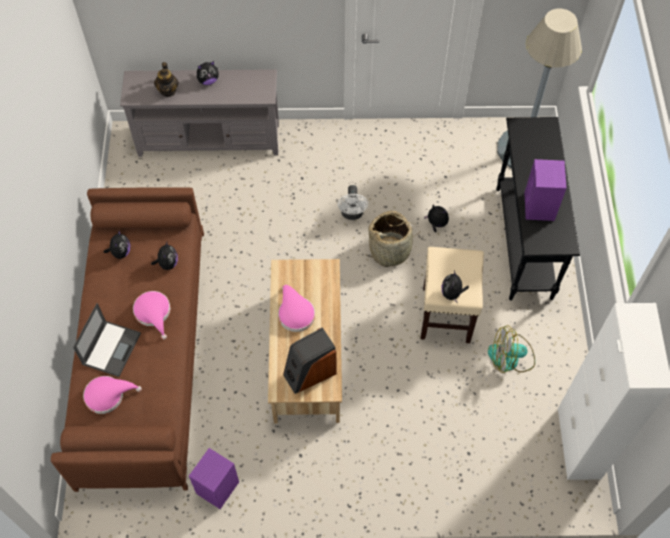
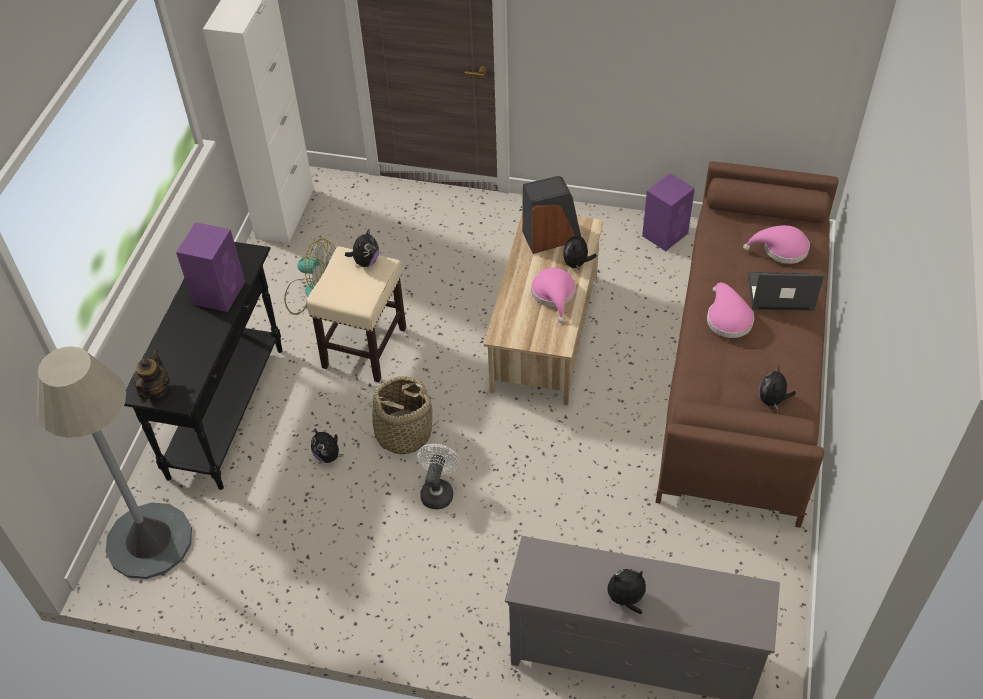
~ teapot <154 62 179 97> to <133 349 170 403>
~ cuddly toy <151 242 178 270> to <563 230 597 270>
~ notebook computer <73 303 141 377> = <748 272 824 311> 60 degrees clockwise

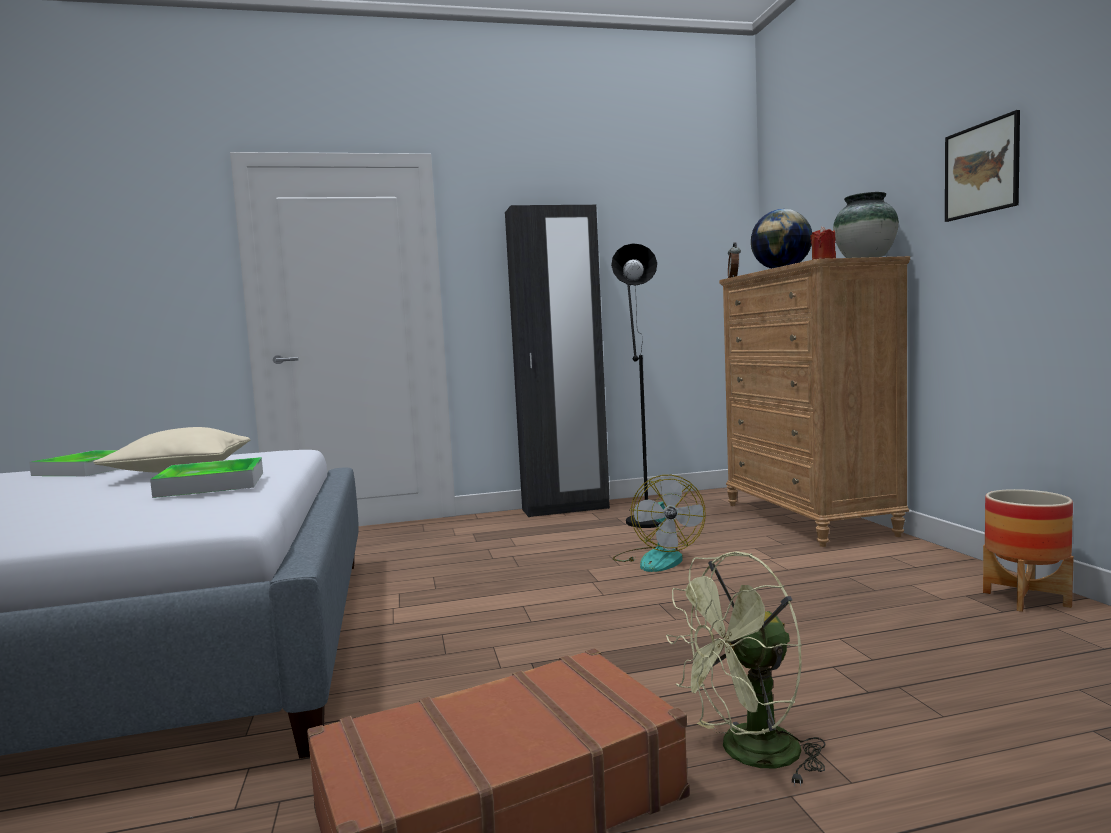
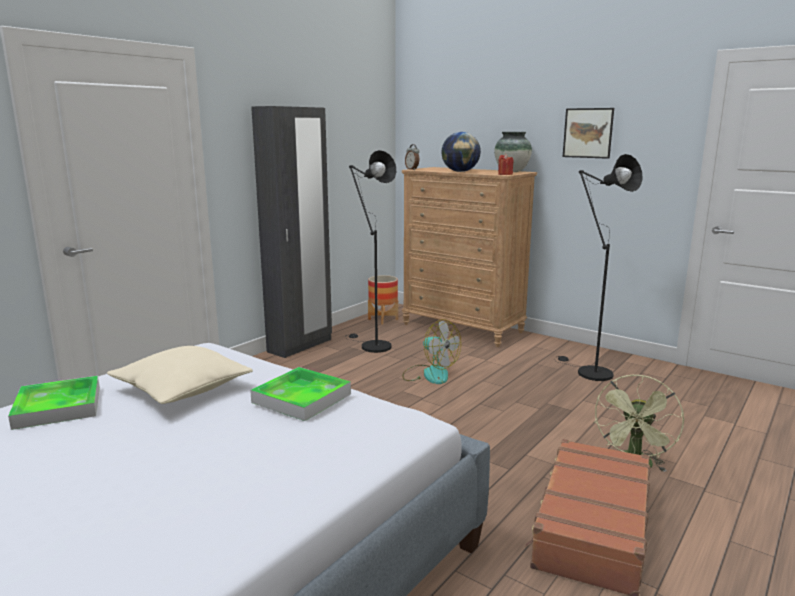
~ flower pot <983 489 1074 612> to <368 275 398 325>
+ blackish standing lamp <554 154 642 381>

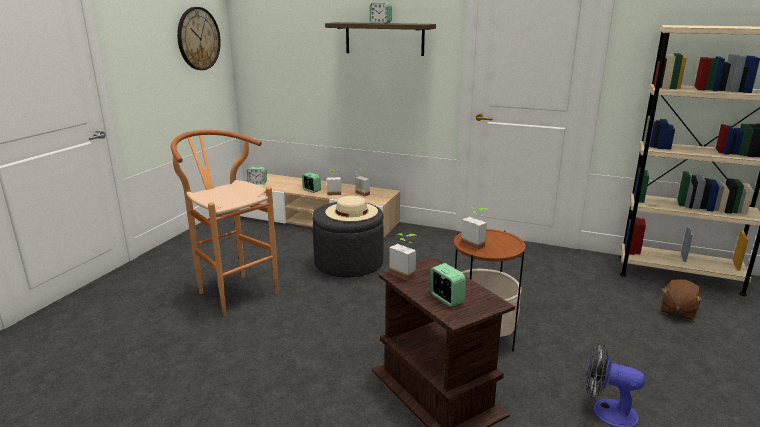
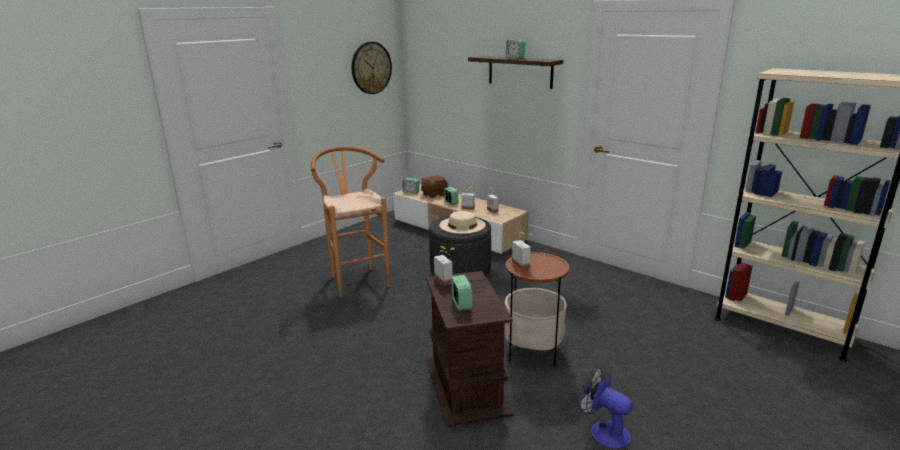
~ brown cuddly toy <662 279 703 320> to <421 175 448 198>

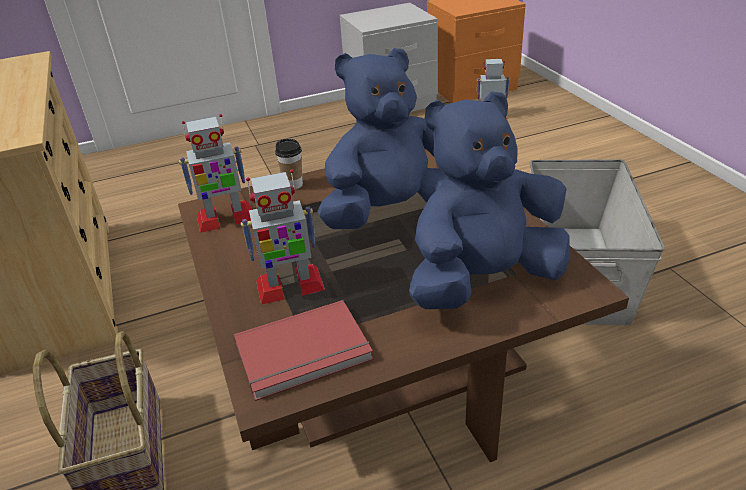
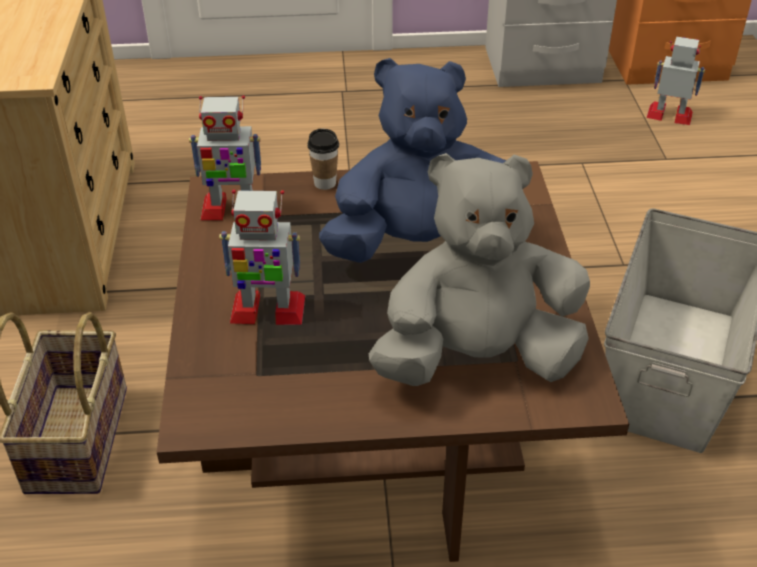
~ bluish cuddly toy <409 91 570 309> to grey cuddly toy <369 153 590 386>
- red-coloured volume <234 300 374 401>

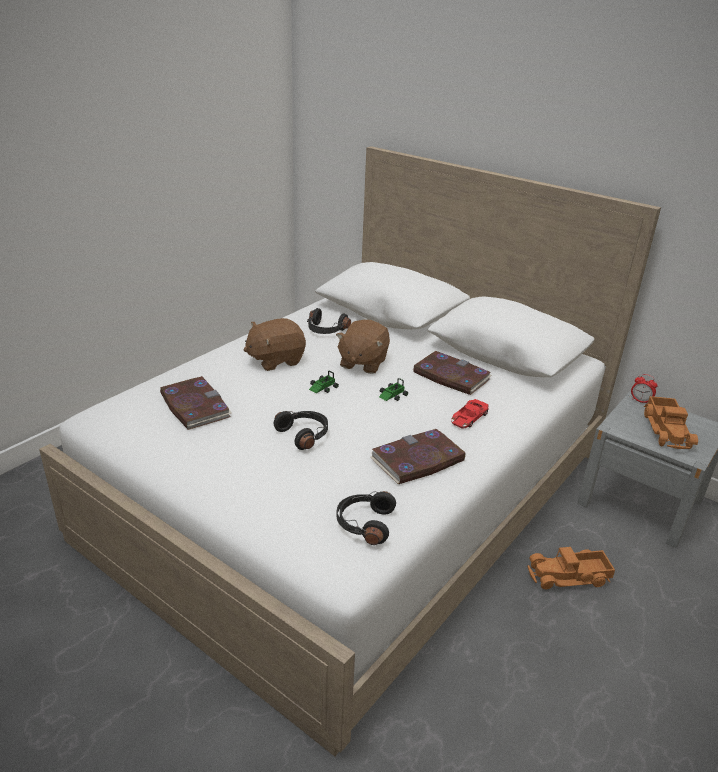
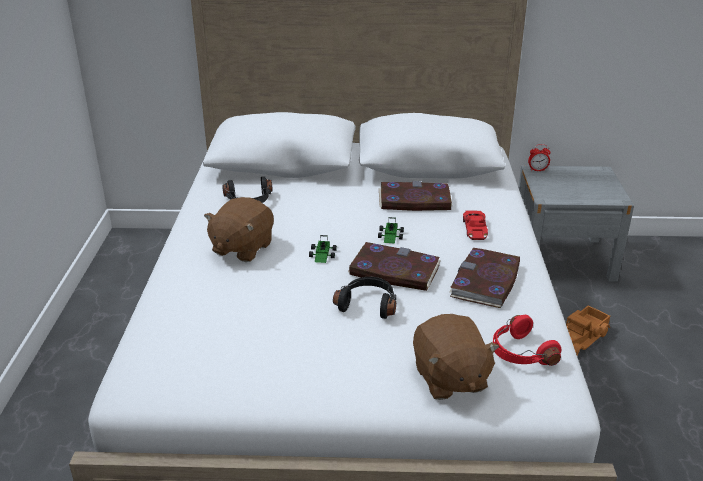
~ brown cuddly toy <336 320 390 374> to <413 314 500 400>
~ volume <160 376 232 430> to <348 242 441 291>
- toy truck <644 396 698 449>
~ blackish headphones <336 491 396 545> to red-coloured headphones <493 315 561 366>

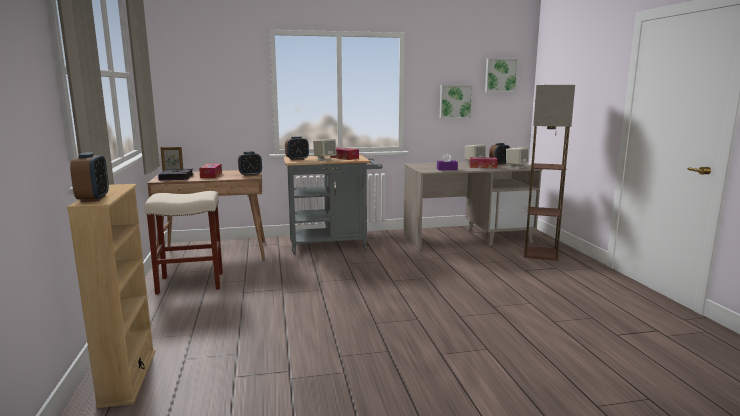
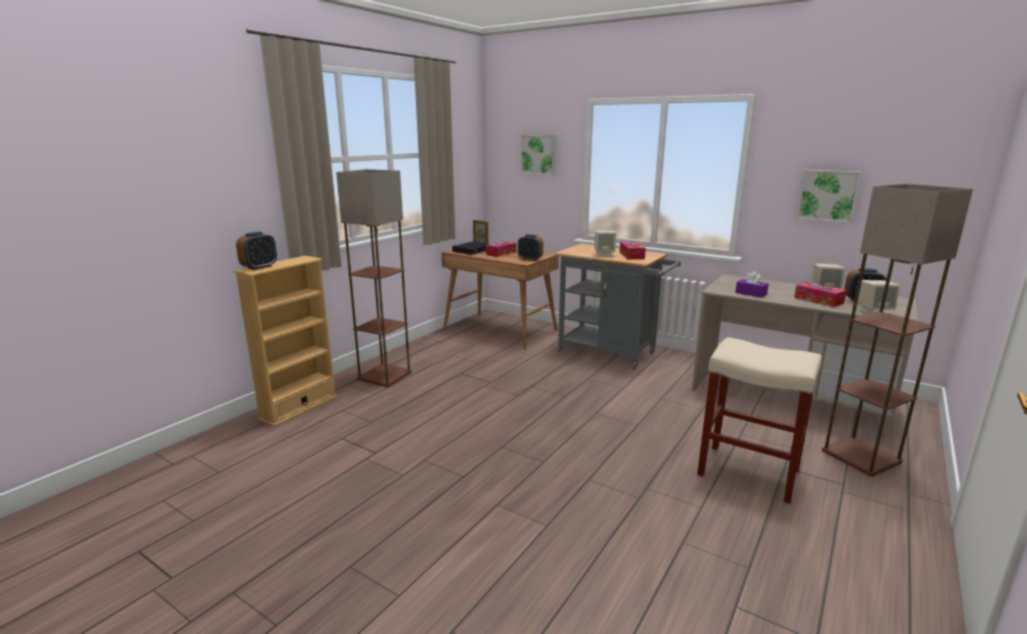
~ wall picture <485 58 519 92> to <521 135 556 175>
- table clock <285 136 309 161>
~ beige stool <145 191 223 295> to <697 337 822 503>
+ standing lamp <336 169 412 387>

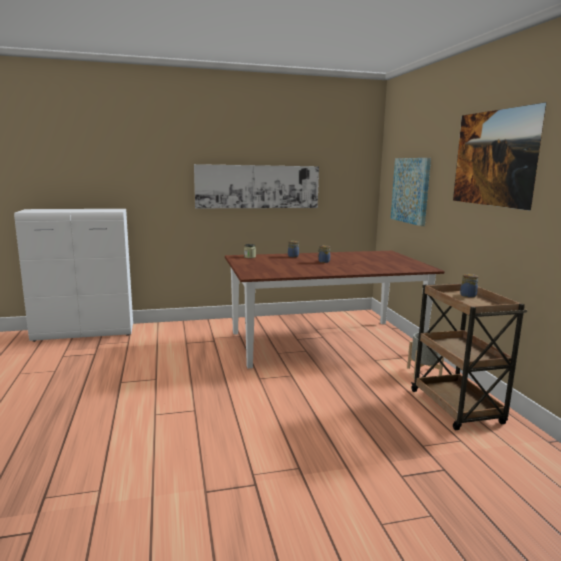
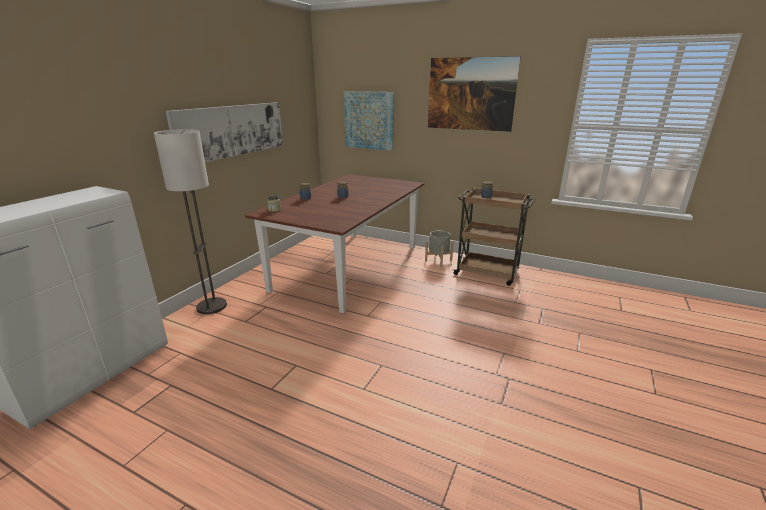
+ standing lamp <154 129 227 314>

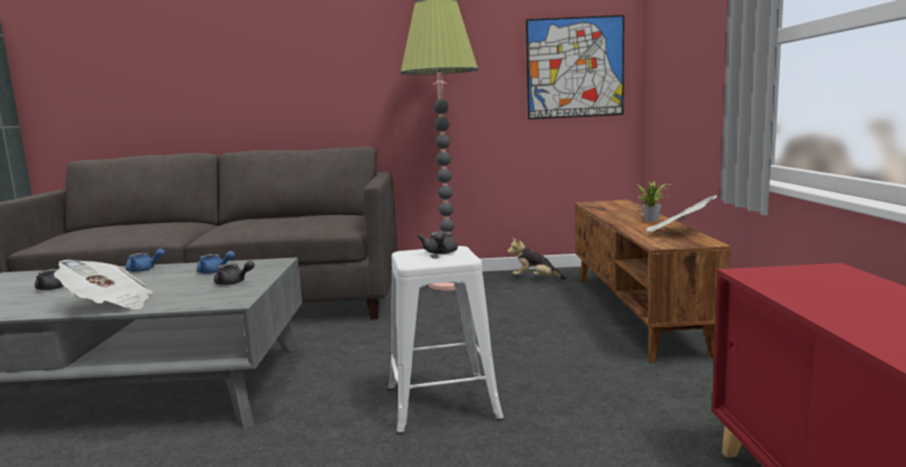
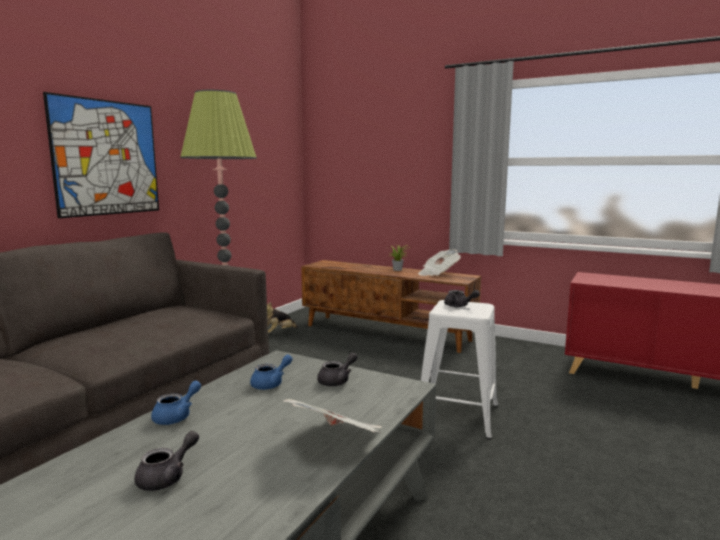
~ wall picture <526 15 624 119> to <43 92 159 218>

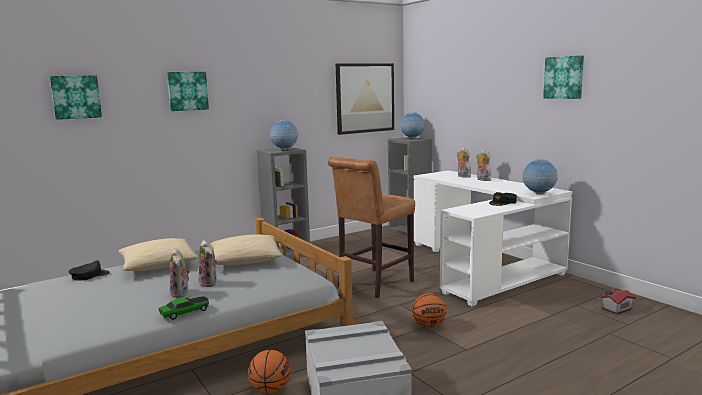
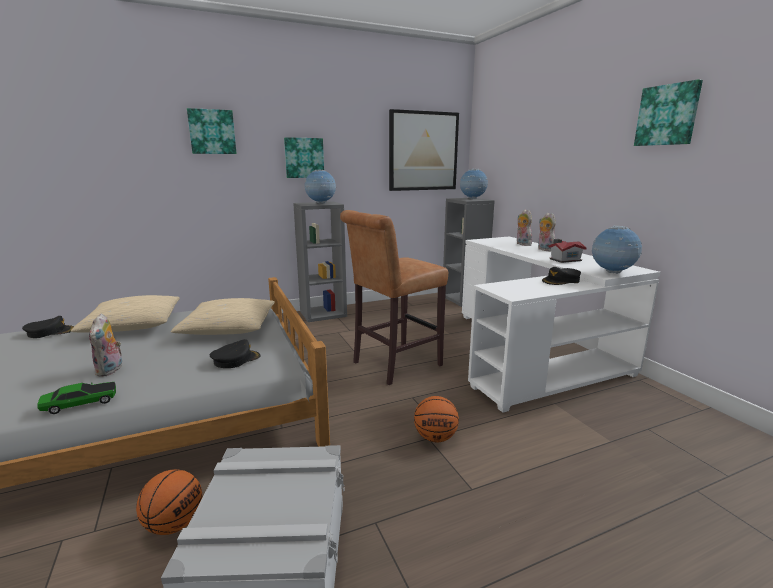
~ wall picture <50 75 102 120> to <284 137 324 178>
- cuddly toy <198 240 218 287>
~ model house <600 289 636 314> to <548 239 586 263>
+ blackish baseball cap <210 339 261 368>

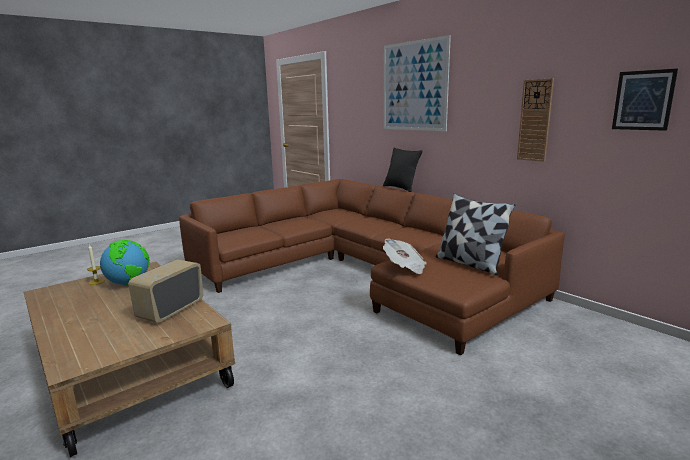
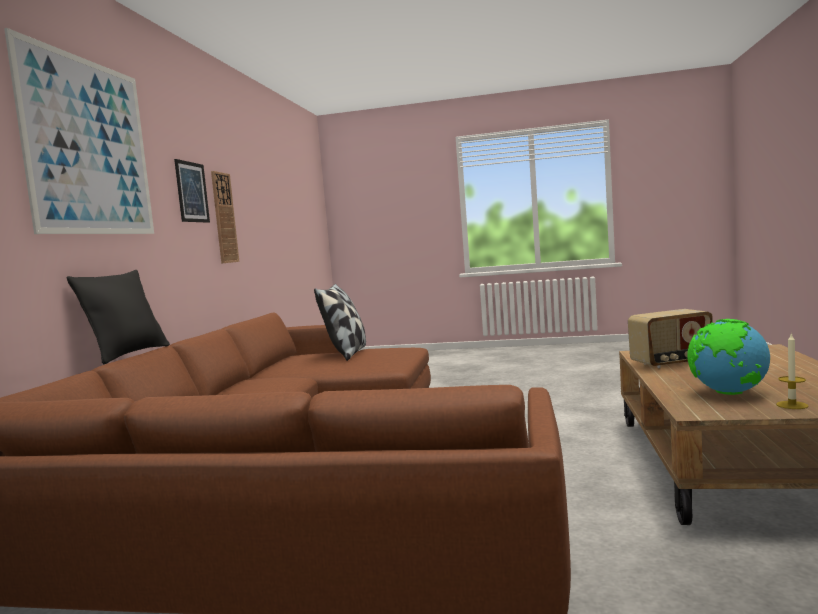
~ wall picture <612 68 678 131> to <174 159 210 223>
- printed paper <383 239 427 274>

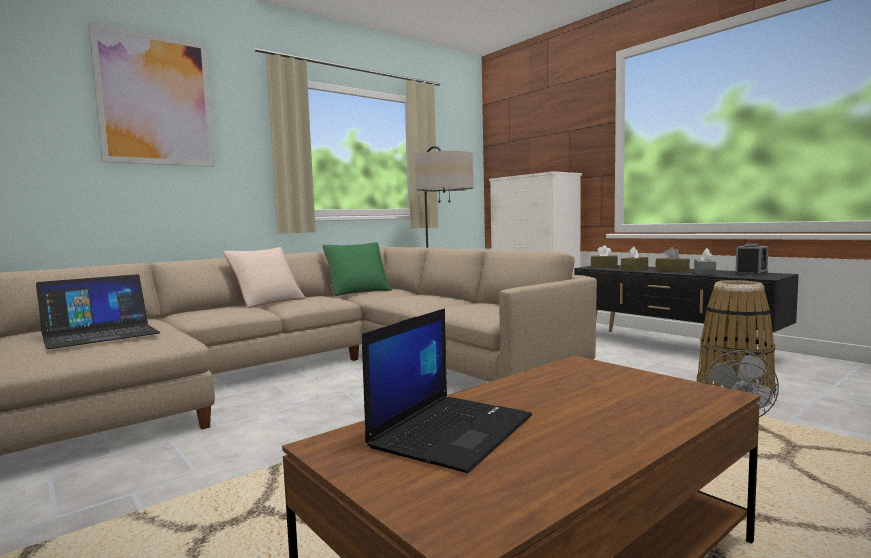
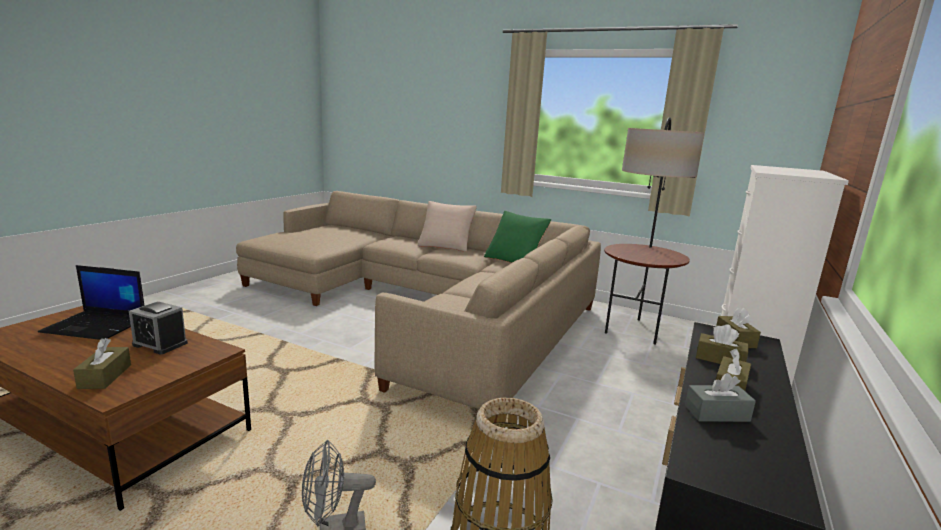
- wall picture <88 22 215 167>
~ table clock <735 243 768 276> to <129 301 188 354>
- notebook computer <36 274 160 349>
+ brown box of tissues <73 338 131 389>

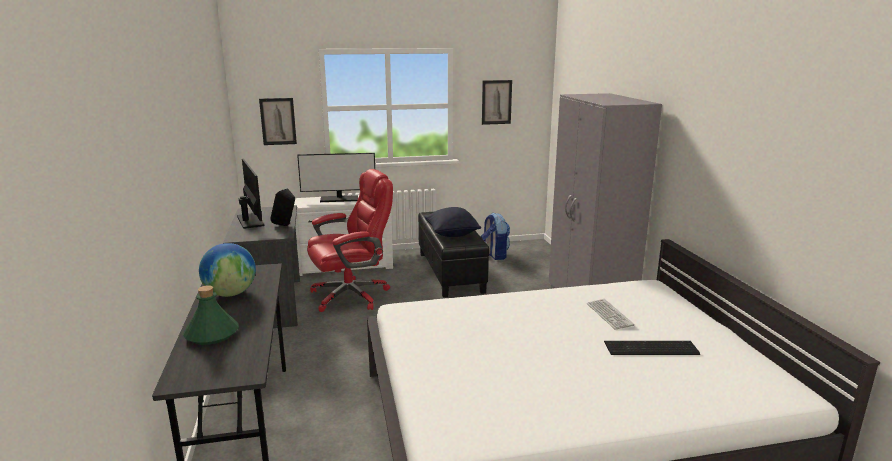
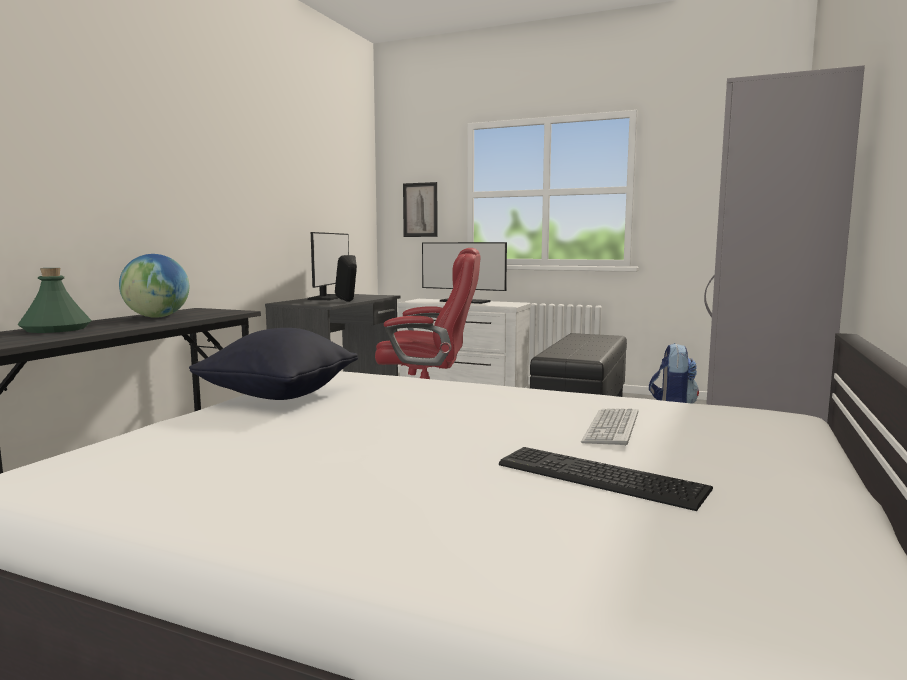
- wall picture <482 80 512 125>
~ blackish pillow <424 207 481 237> to <189 328 358 400>

